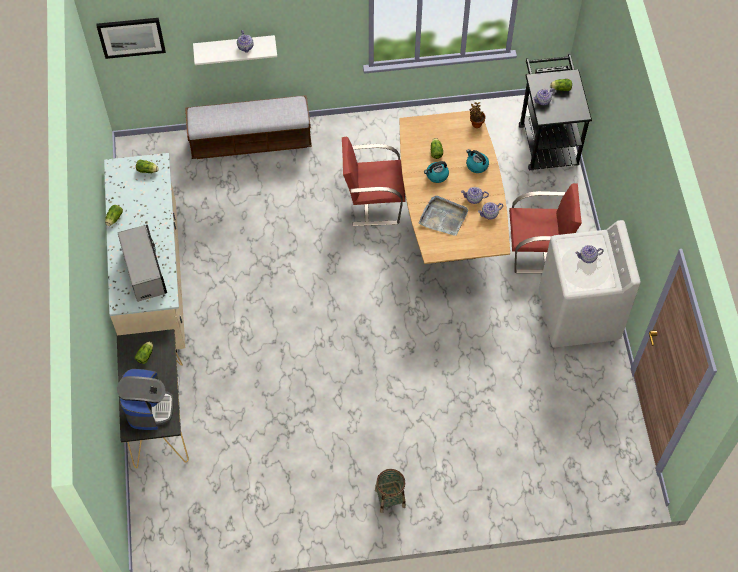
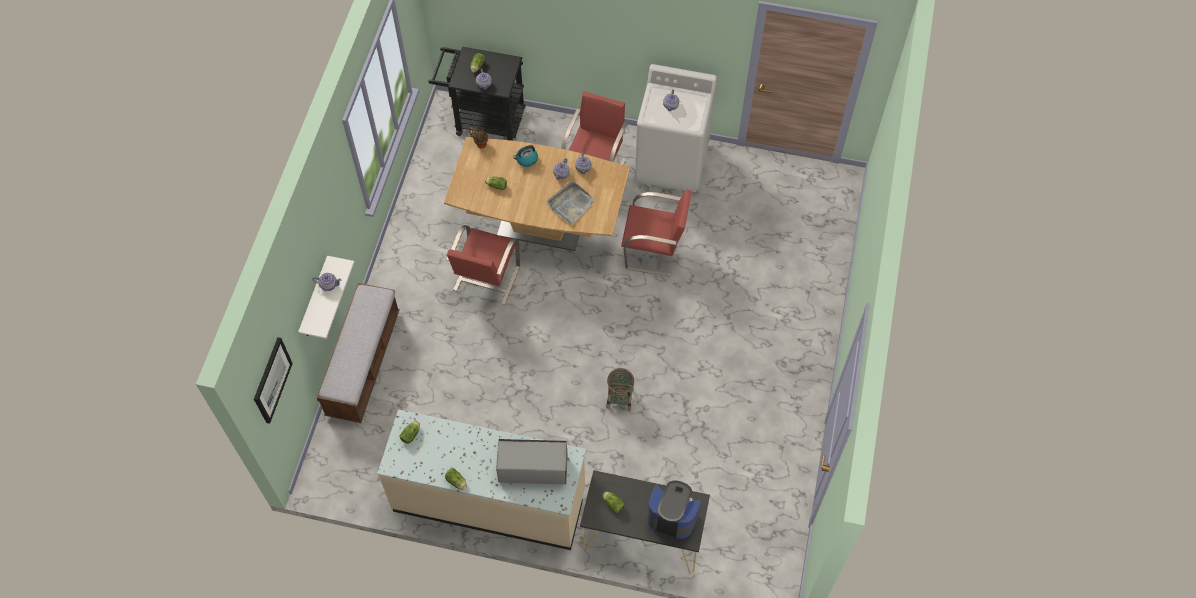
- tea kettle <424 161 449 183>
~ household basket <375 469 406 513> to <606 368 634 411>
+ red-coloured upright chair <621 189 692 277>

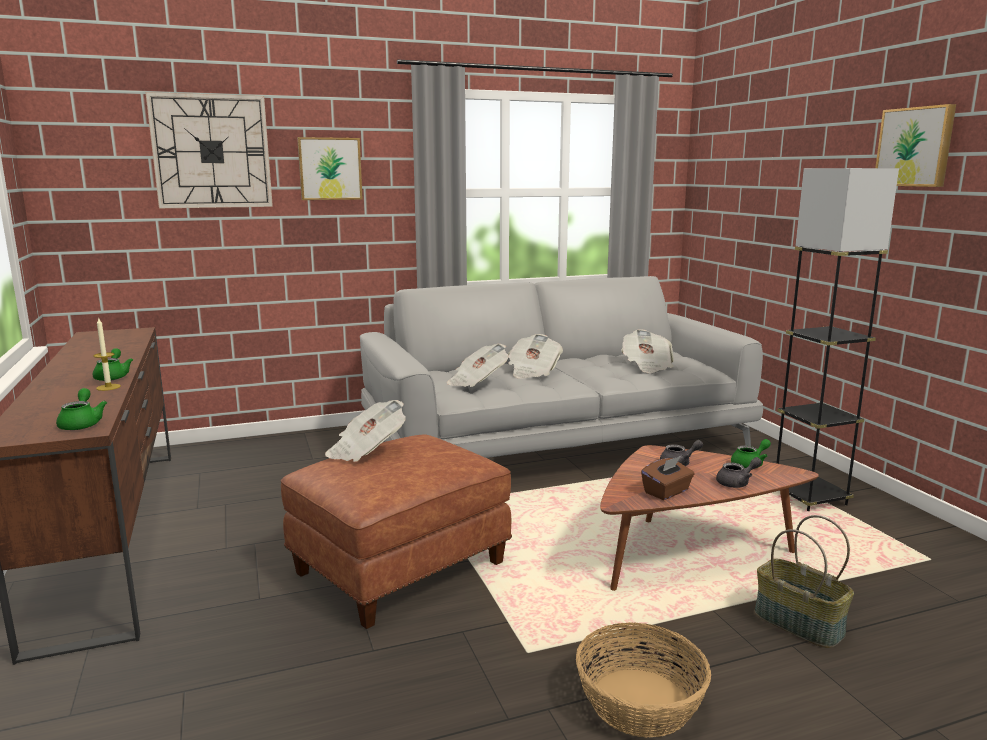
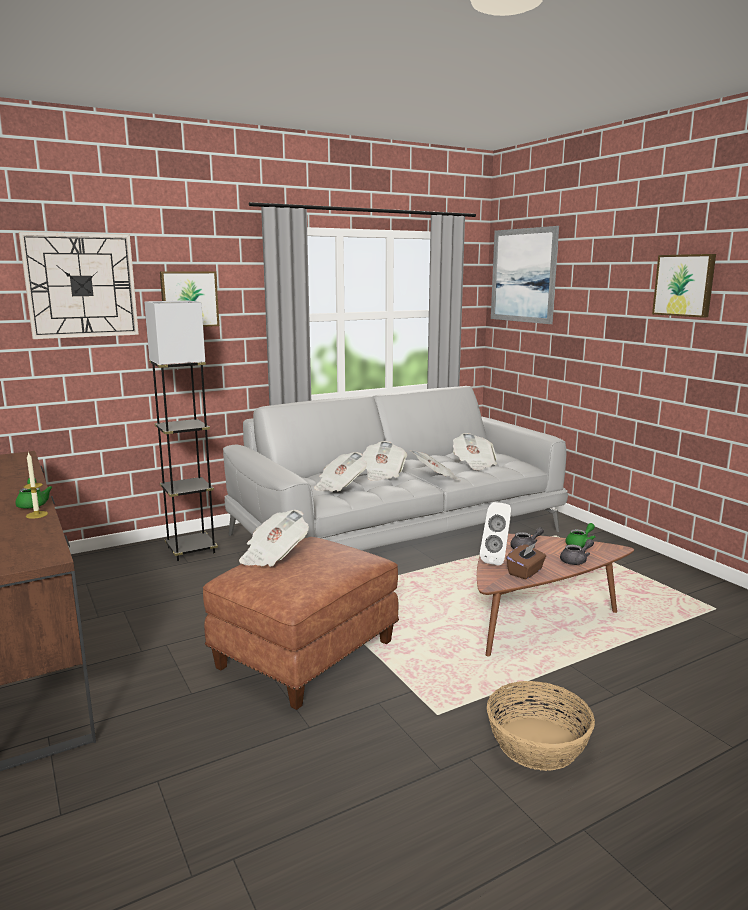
~ grey standing lamp <776 168 899 511> to <144 301 218 561>
- green-coloured teapot <56 388 107 430>
- household basket <755 515 854 648>
+ wall picture <491 226 559 324>
+ printed paper <410 450 460 480>
+ white speaker <480 502 511 566>

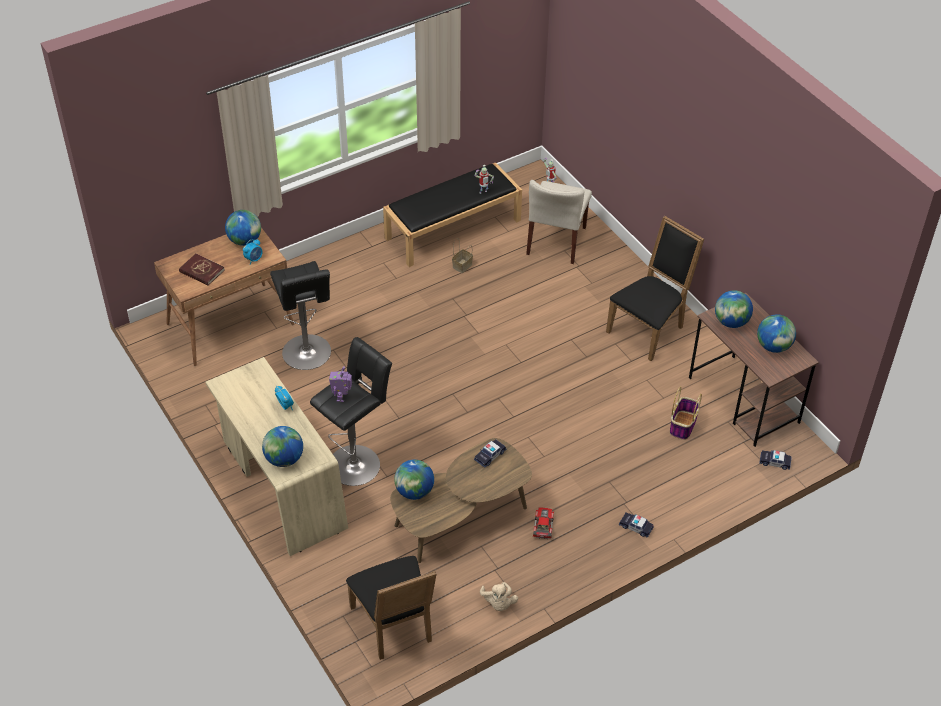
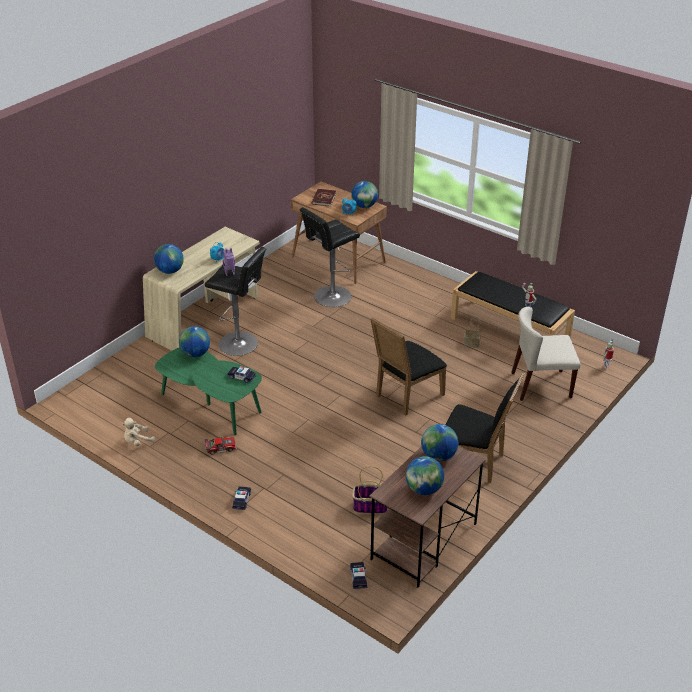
~ brown coffee table <390 438 532 563> to green-coloured coffee table <155 347 262 435>
~ blackish upright chair <346 556 436 660> to <370 317 447 416>

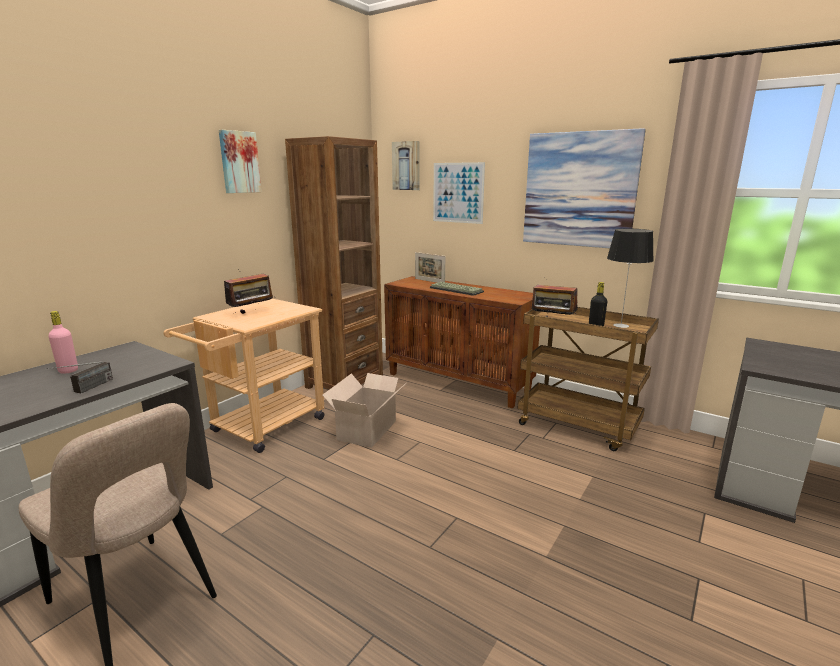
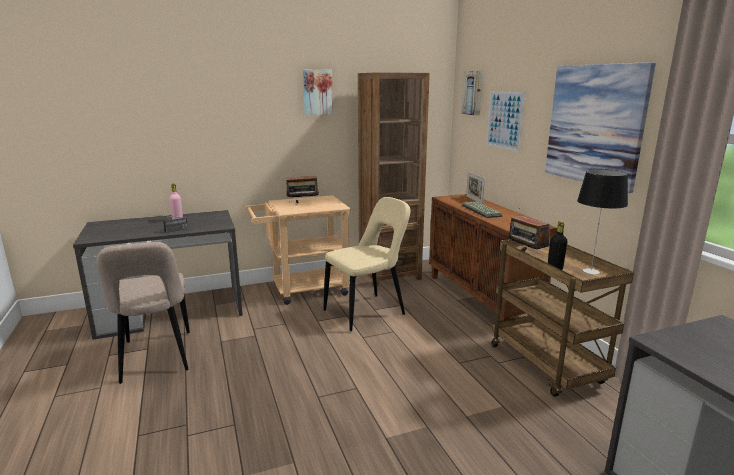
~ packing box <323 373 406 448> to beige upright chair <324 197 411 331>

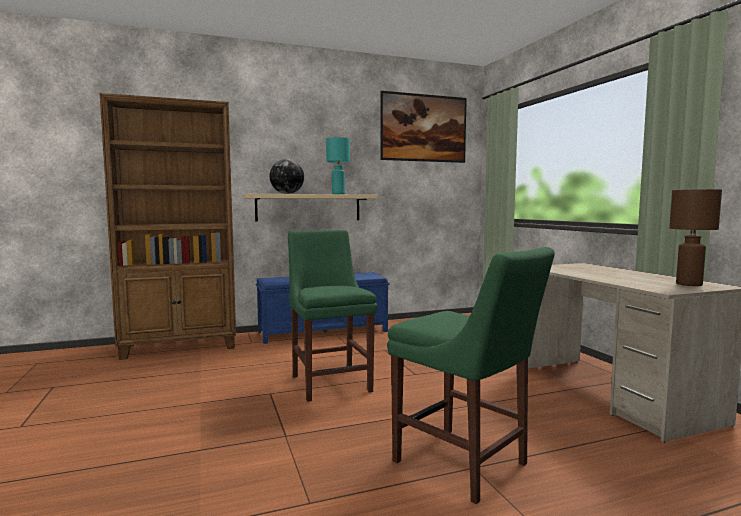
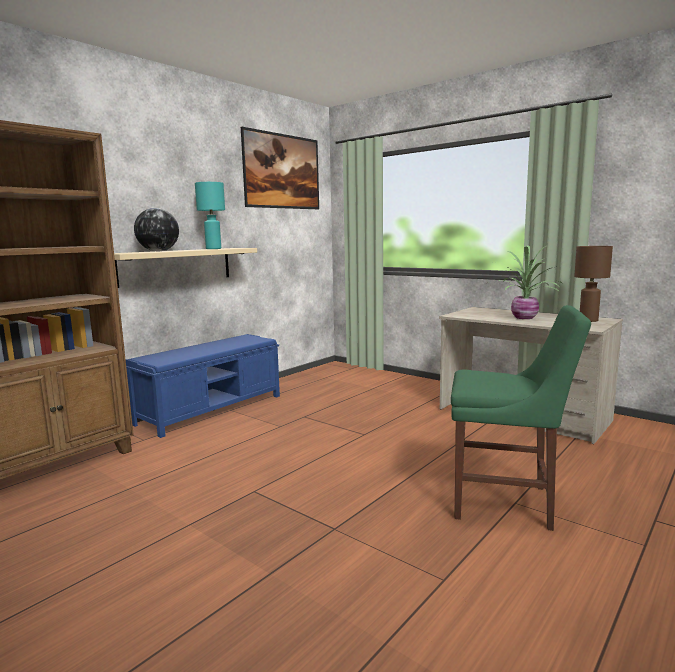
- green-coloured upright chair <288 230 377 402>
+ potted plant <493 245 567 319>

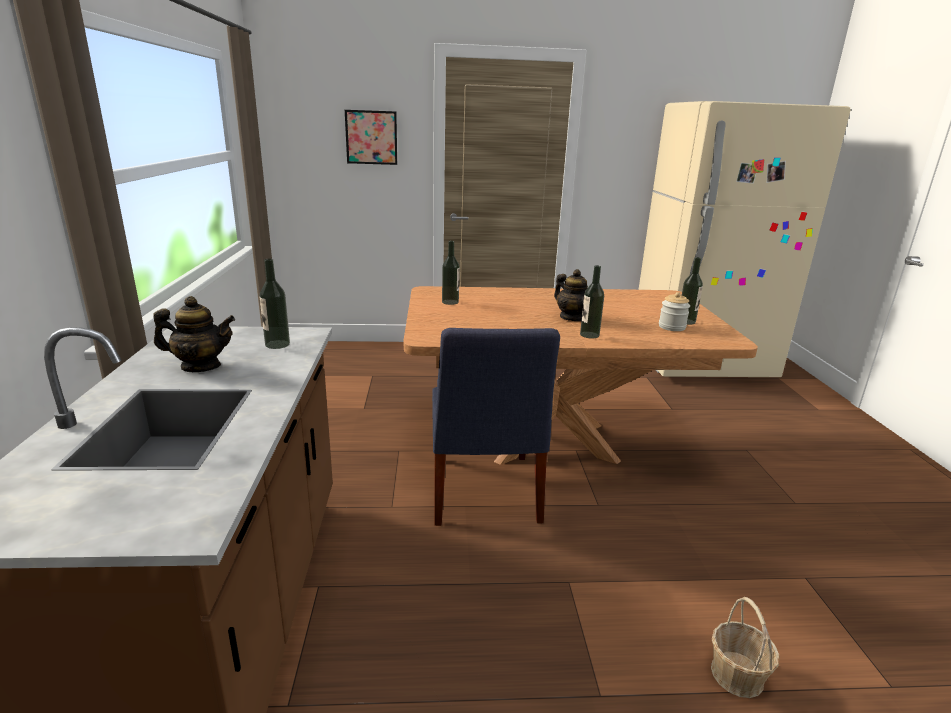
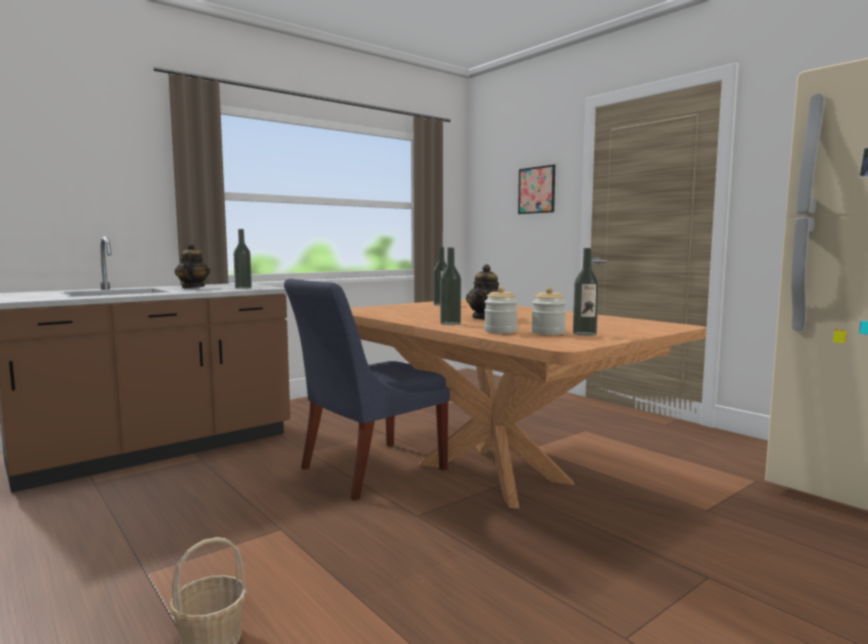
~ teapot <153 296 235 372> = <175 243 210 288> 150 degrees counterclockwise
+ storage jar <484 287 518 334>

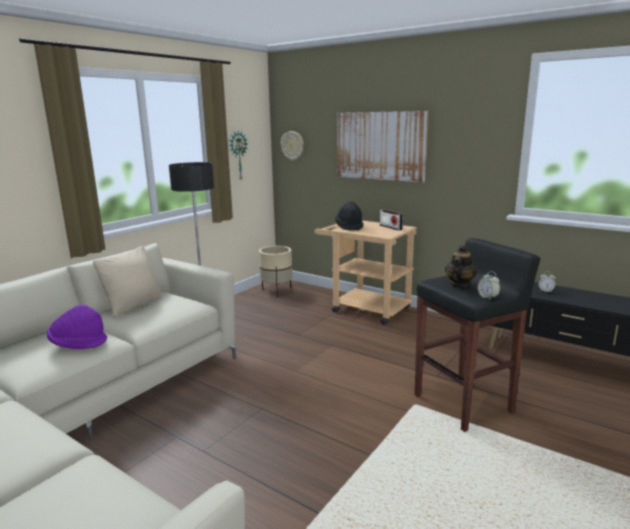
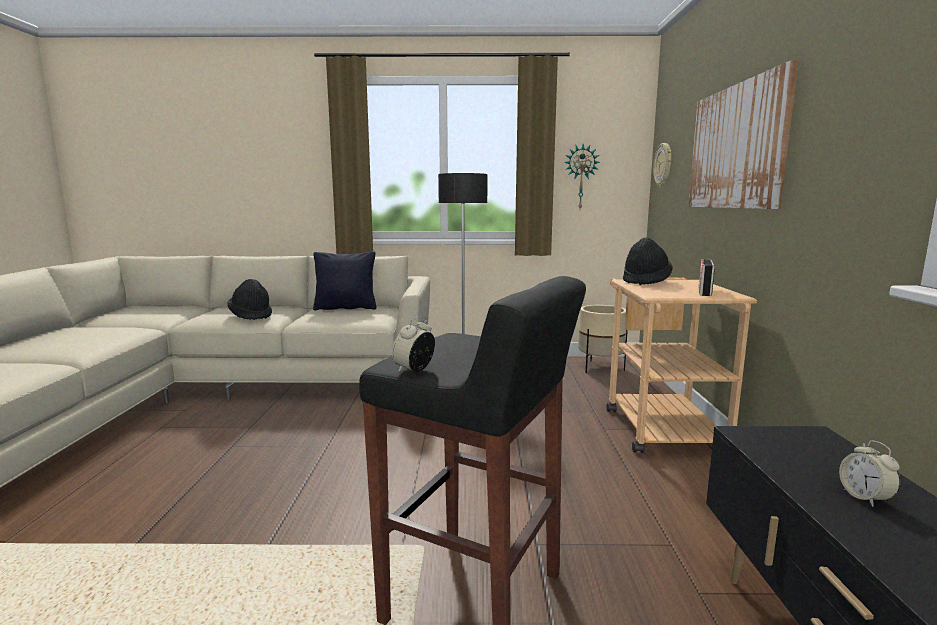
- teapot <445 245 477 288>
~ beige pillow <93 246 163 318> to blackish pillow <313 251 377 310>
~ purplish clothing hat <47 305 107 349> to blackish clothing hat <227 279 272 320>

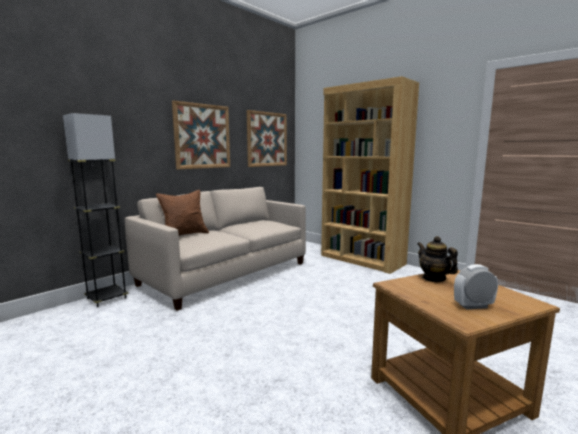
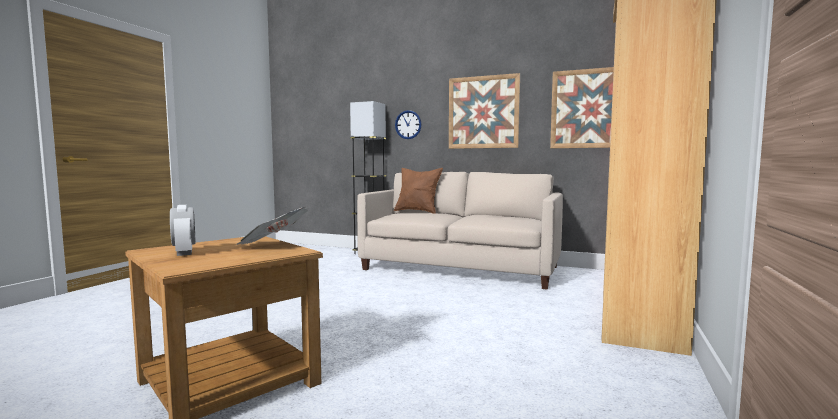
~ teapot <417 236 458 282> to printed paper <236 207 308 245>
+ hanging clock <395 110 422 139>

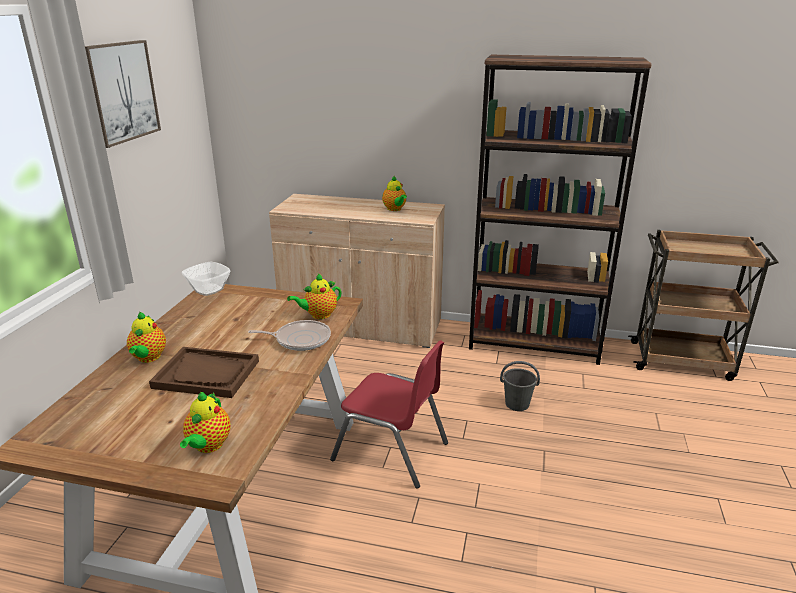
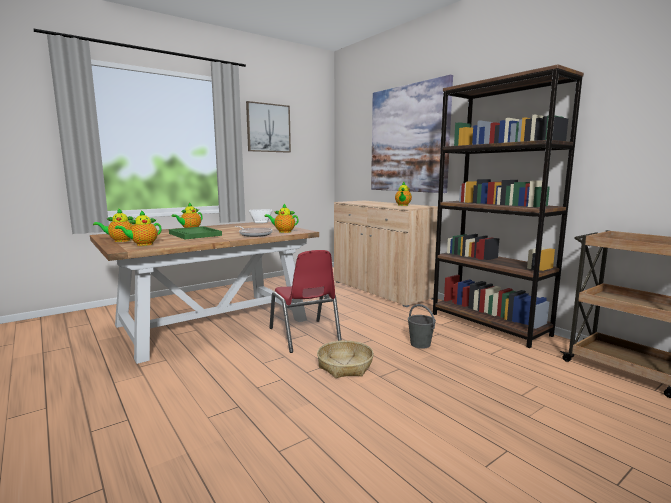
~ brown carrying tray <149 347 259 398> to green-coloured carrying tray <169 226 222 239>
+ wall picture <371 75 453 193>
+ teapot <93 208 134 242>
+ household basket <317 340 374 378>

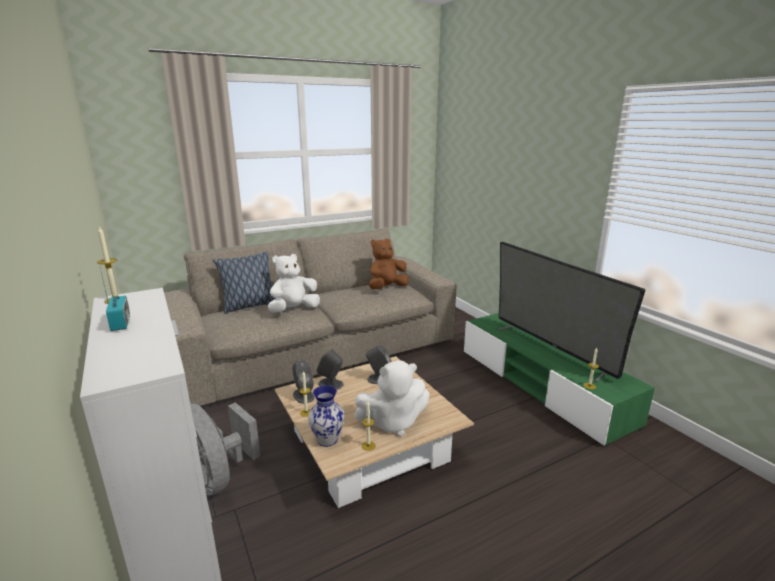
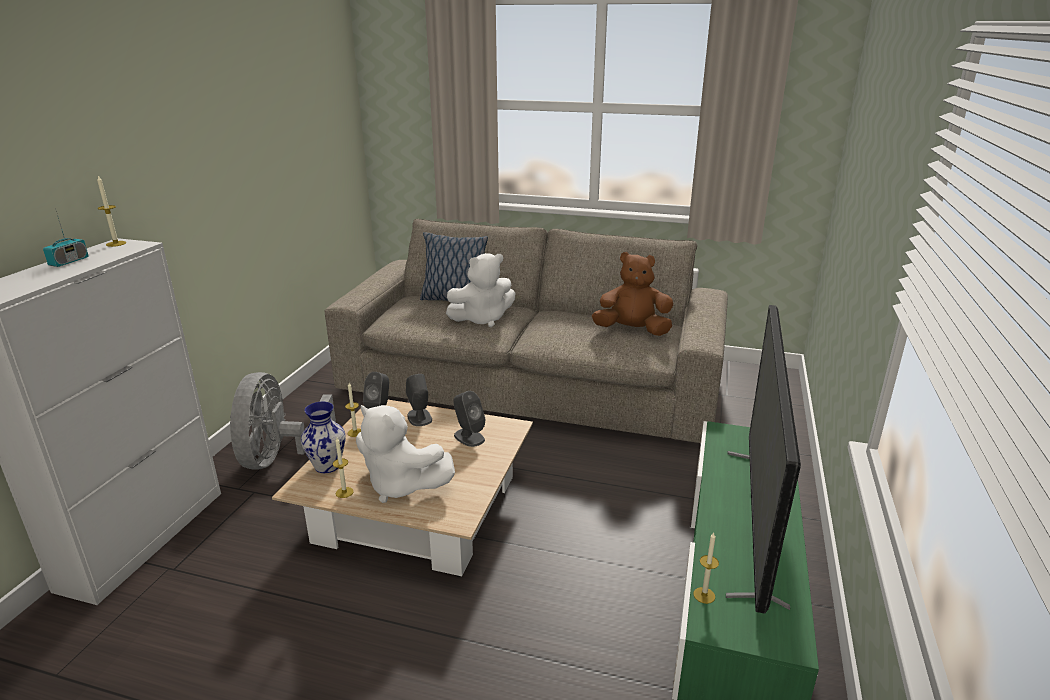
~ white cuddly toy <268 254 320 313> = <446 253 515 327> 150 degrees clockwise

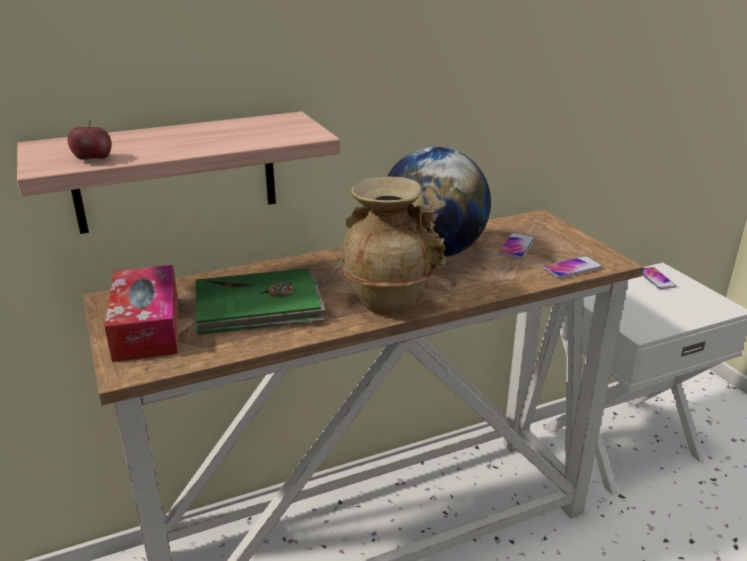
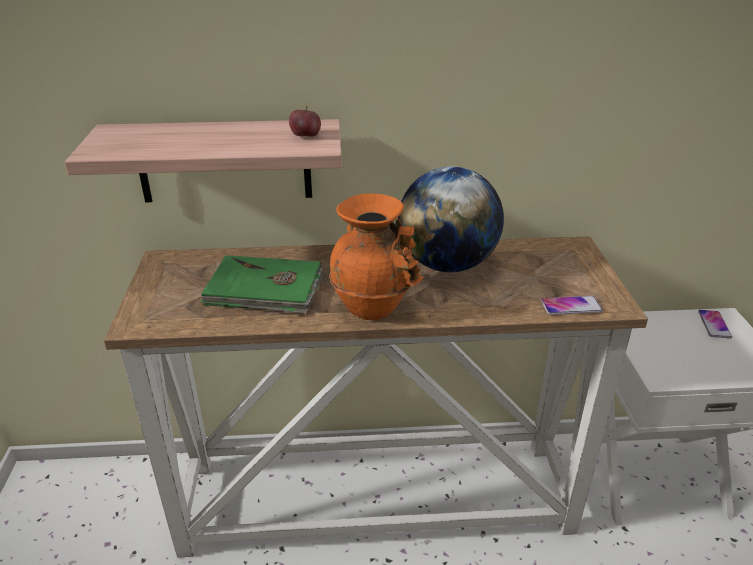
~ apple <68 121 112 160> to <289 106 321 137>
~ beige vase <342 176 446 315> to orange-coloured vase <329 193 424 320>
- phone <498 233 535 258>
- box of tissues <105 265 178 362>

